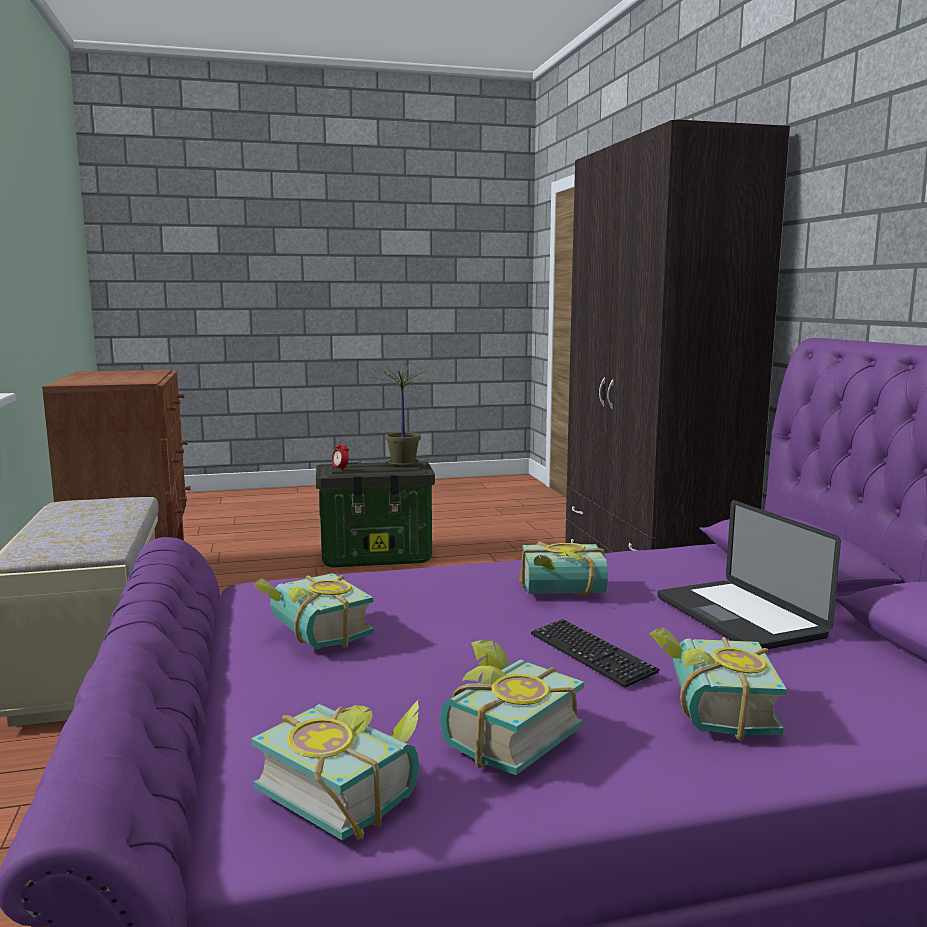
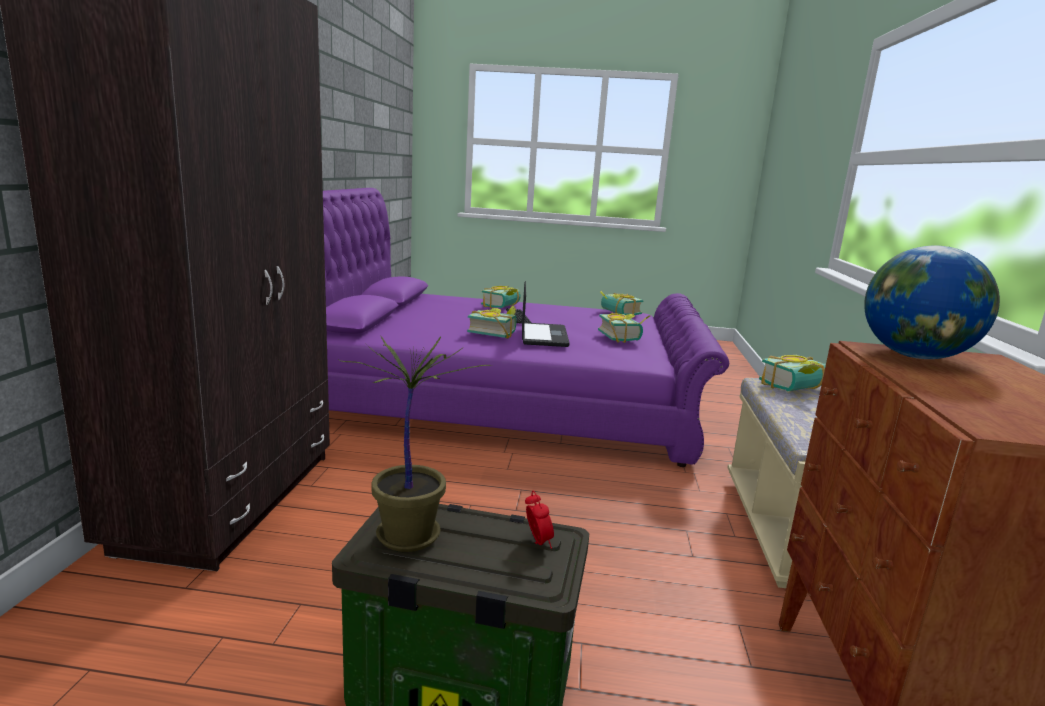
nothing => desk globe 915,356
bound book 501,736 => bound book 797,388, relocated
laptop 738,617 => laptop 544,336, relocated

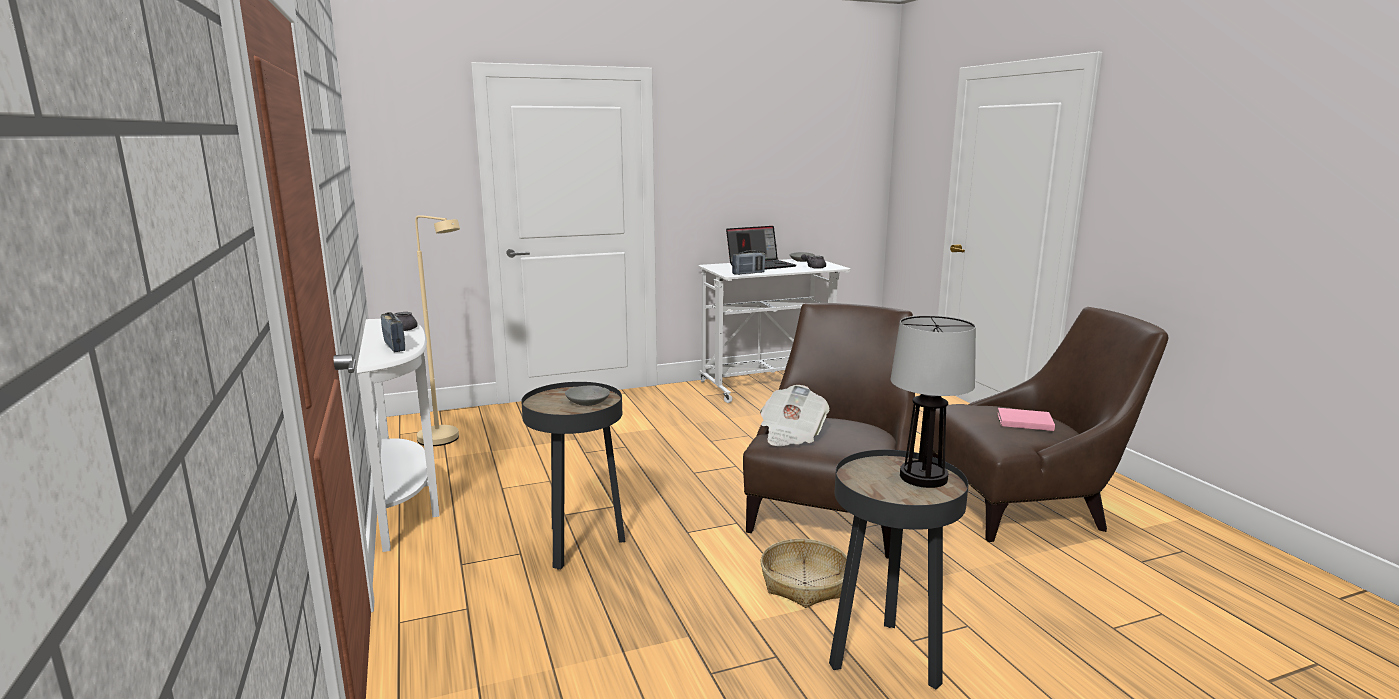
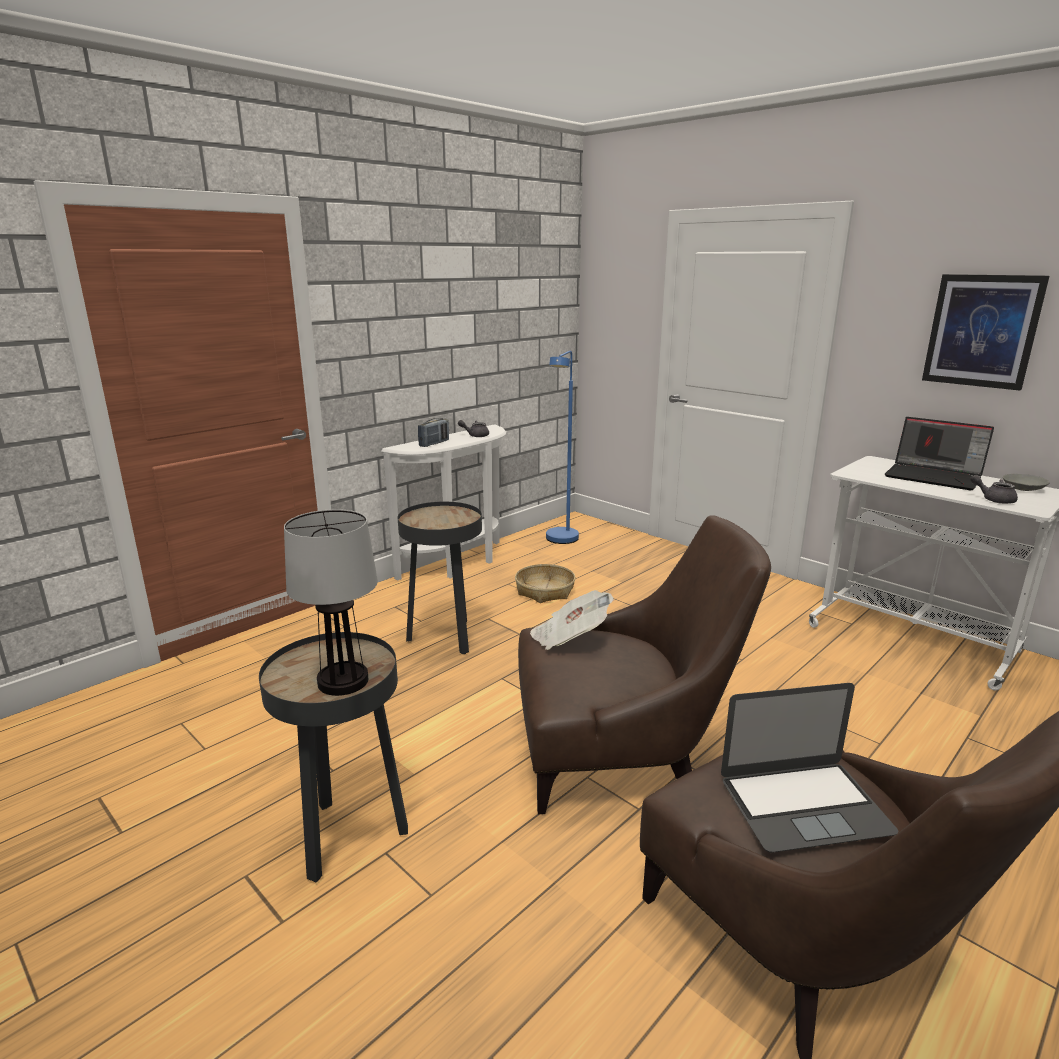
bowl/greyish 588,403 => nothing
radio 748,273 => nothing
nothing => picture 982,331
storage basket 804,583 => storage basket 544,591, relocated
bound book/pink-coloured 1023,421 => laptop 804,805
standing lamp/beige 446,441 => standing lamp/blue-coloured 561,541

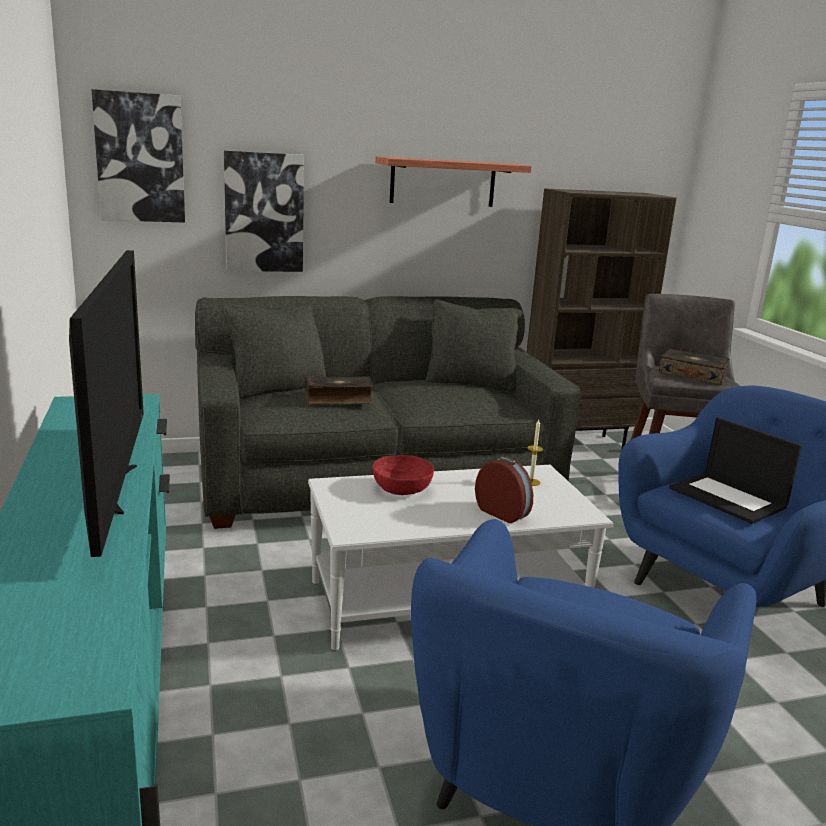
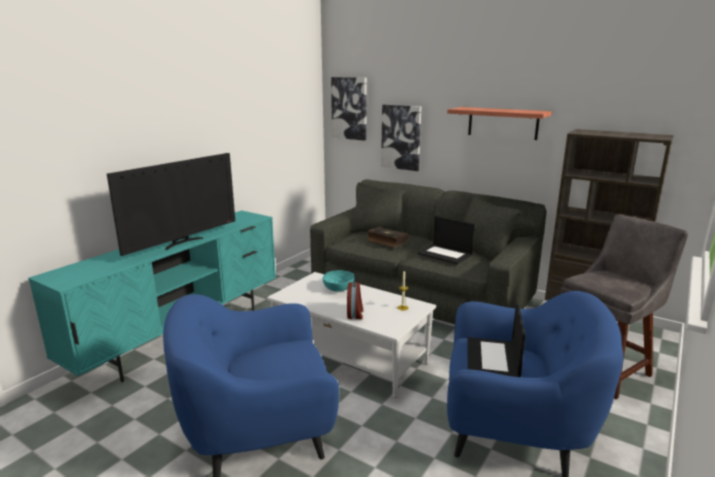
bound book 692,375 => nothing
nothing => laptop 445,254
bowl/reddish 401,488 => bowl/turquoise 338,288

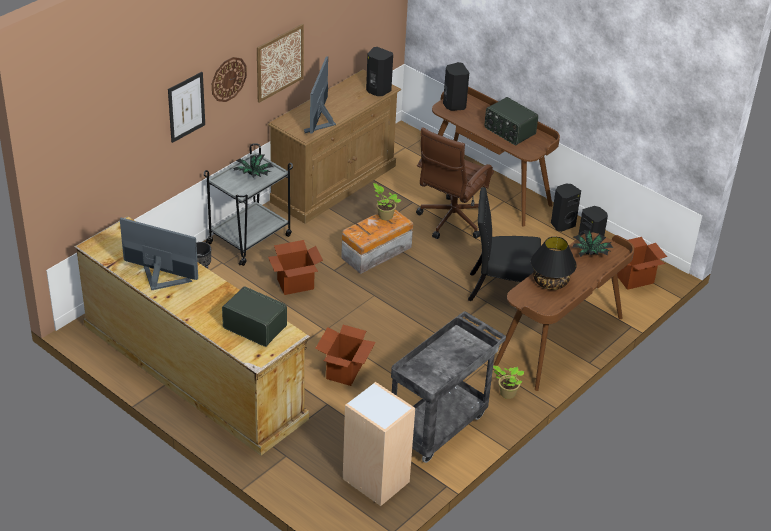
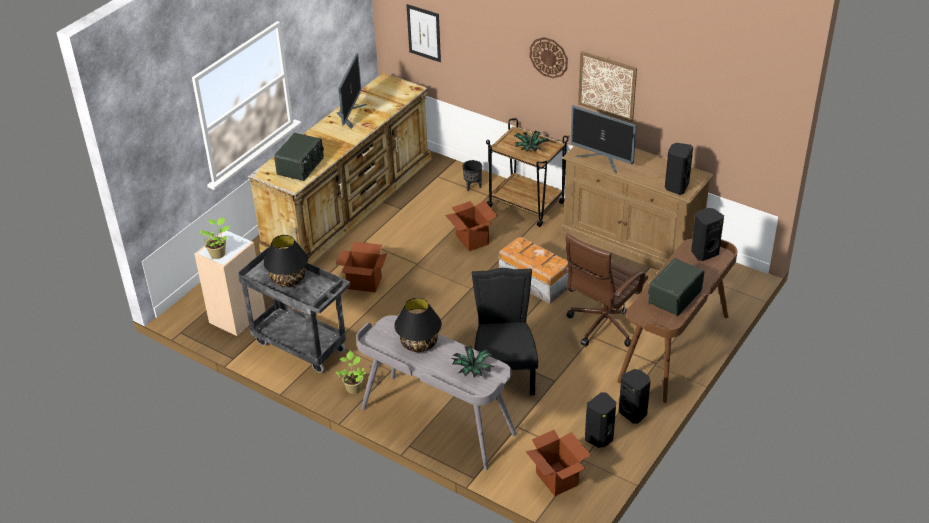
nothing => tabletop lamp/blackish 288,279
picture 186,107 => picture 424,33, relocated
houseplant 384,215 => houseplant 218,253, relocated
wheeled cart/greyish 250,239 => wheeled cart/brownish 526,205
desk/brownish 560,341 => desk/greyish 436,422
monitor 321,122 => monitor 602,160, 150 degrees counterclockwise
desk chair/brownish 450,222 => desk chair/brownish 602,327, 75 degrees counterclockwise

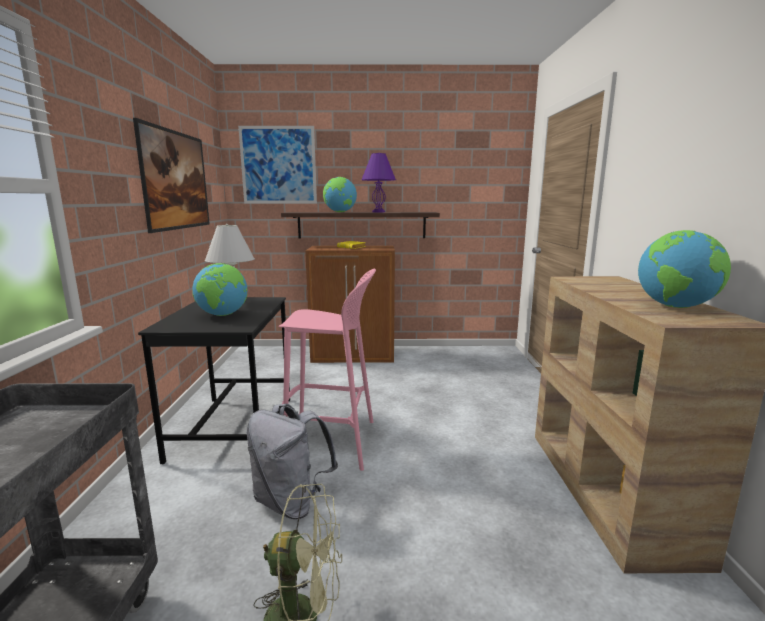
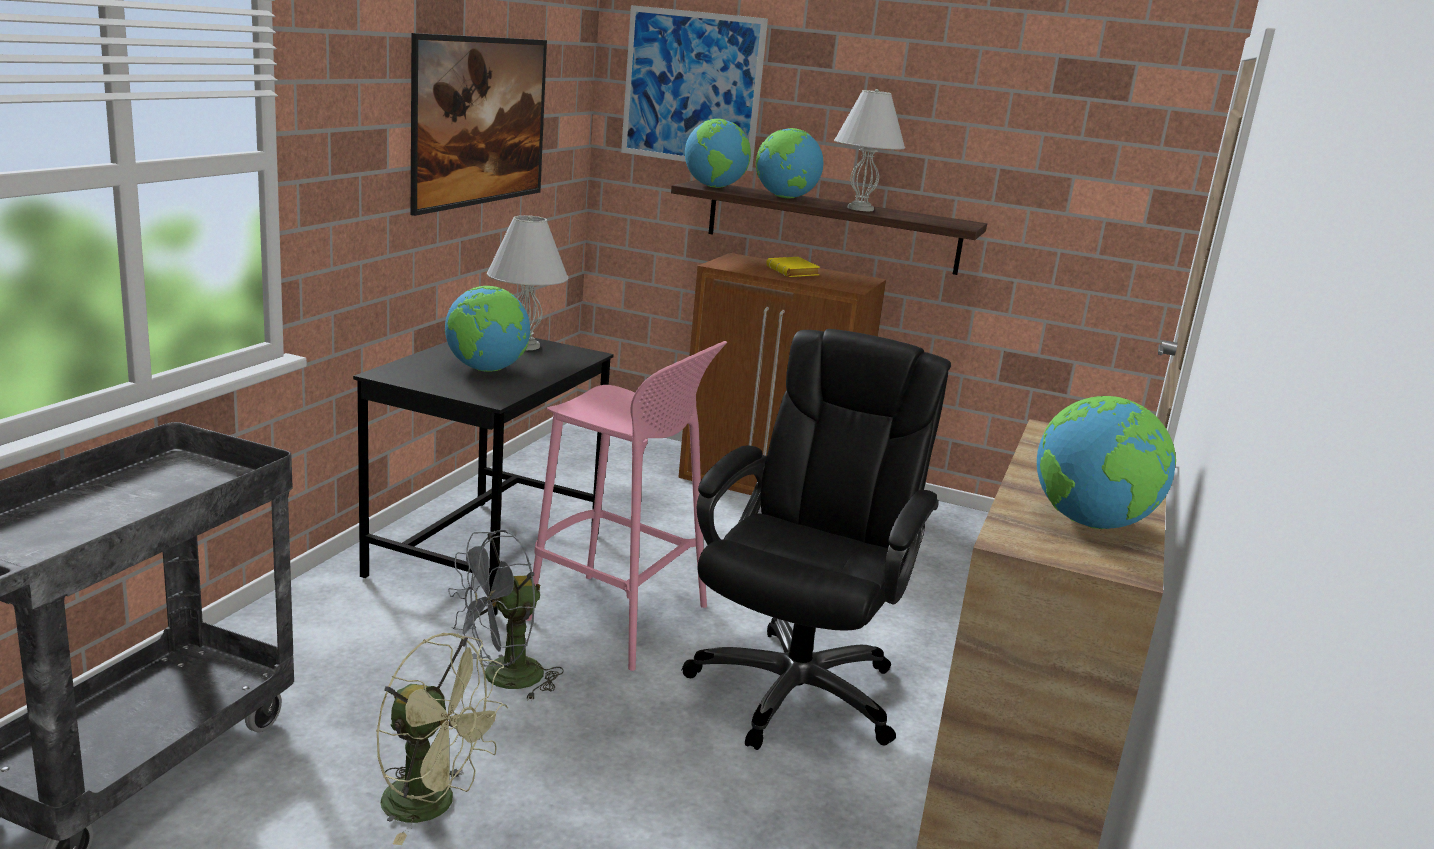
nothing => desk chair/blackish 795,691
nothing => desk globe 714,187
rucksack/greyish 291,502 => electric fan/greyish 502,679
tabletop lamp/purplish 378,212 => tabletop lamp/white-coloured 860,208

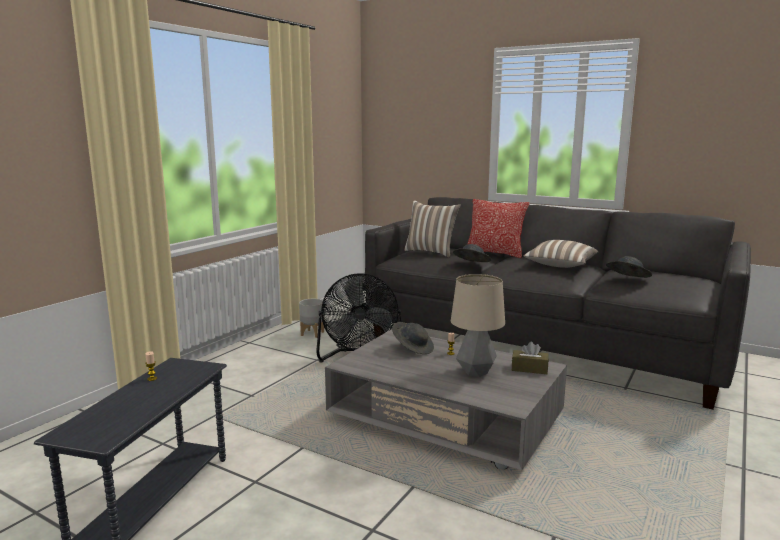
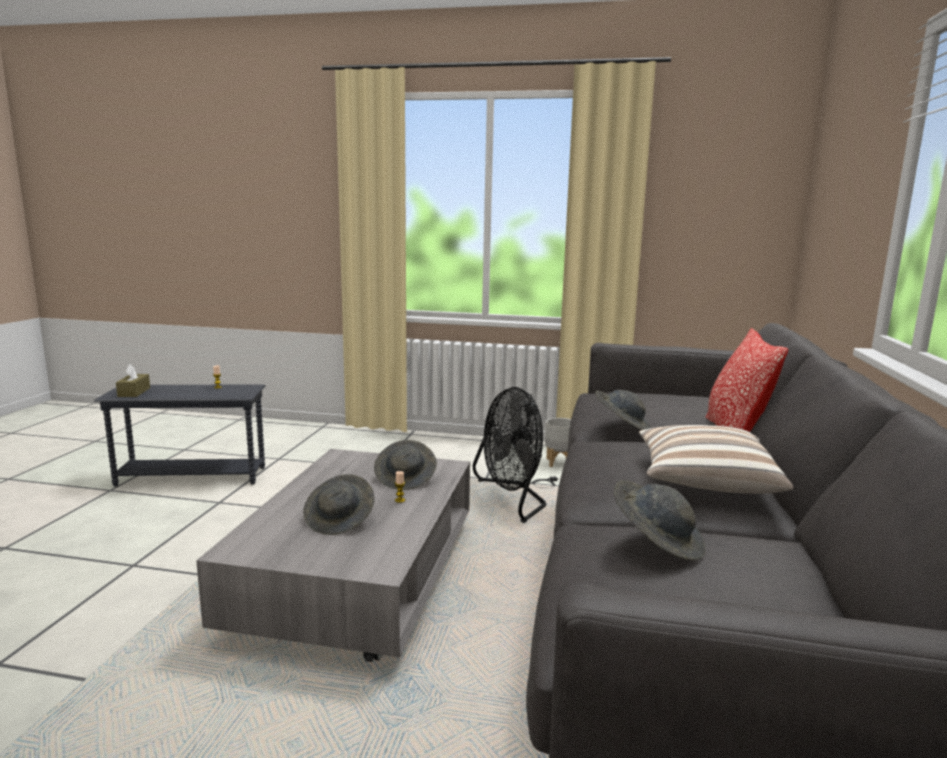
cushion 431,252 => nothing
box of tissues/brownish 529,369 => box of tissues/brownish 134,392, relocated
tabletop lamp 476,372 => hat/greyish 340,520

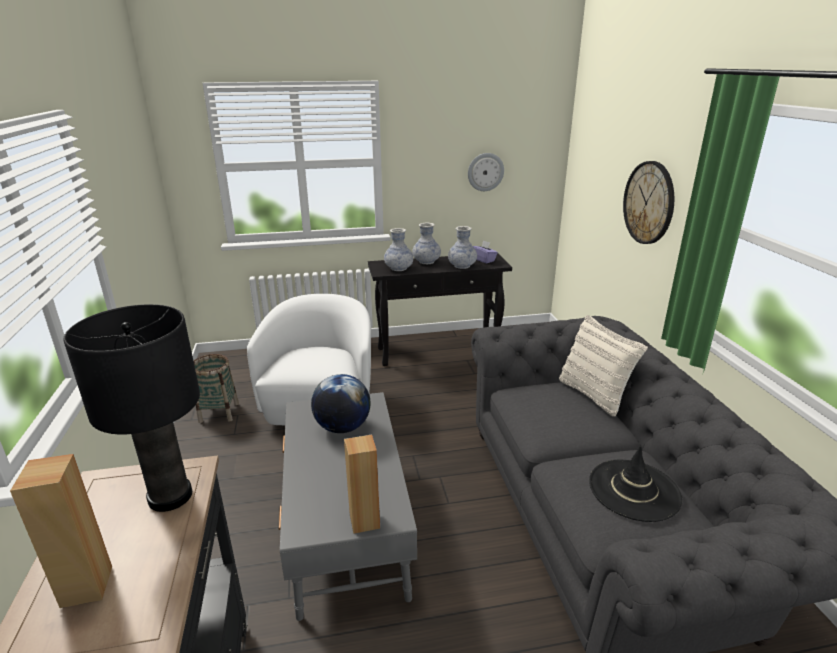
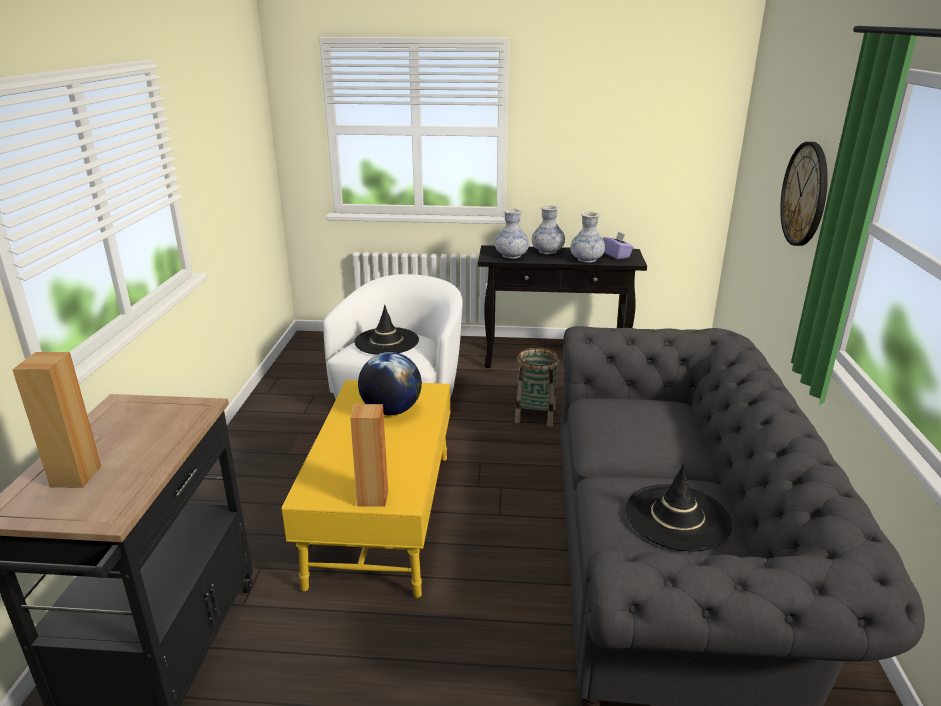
tabletop lamp/blackish 170,496 => nothing
hanging clock 485,172 => nothing
cushion/beige 594,396 => nothing
nothing => hat/blackish 386,341
storage basket 219,412 => storage basket 535,415, relocated
low table/greyish 347,526 => low table/yellowish 383,517

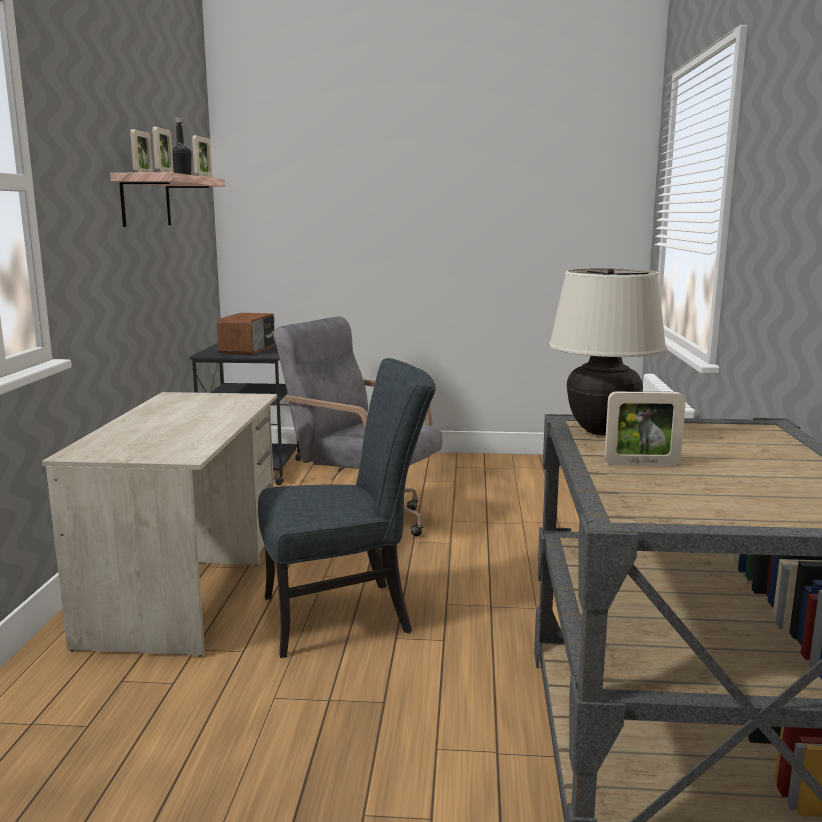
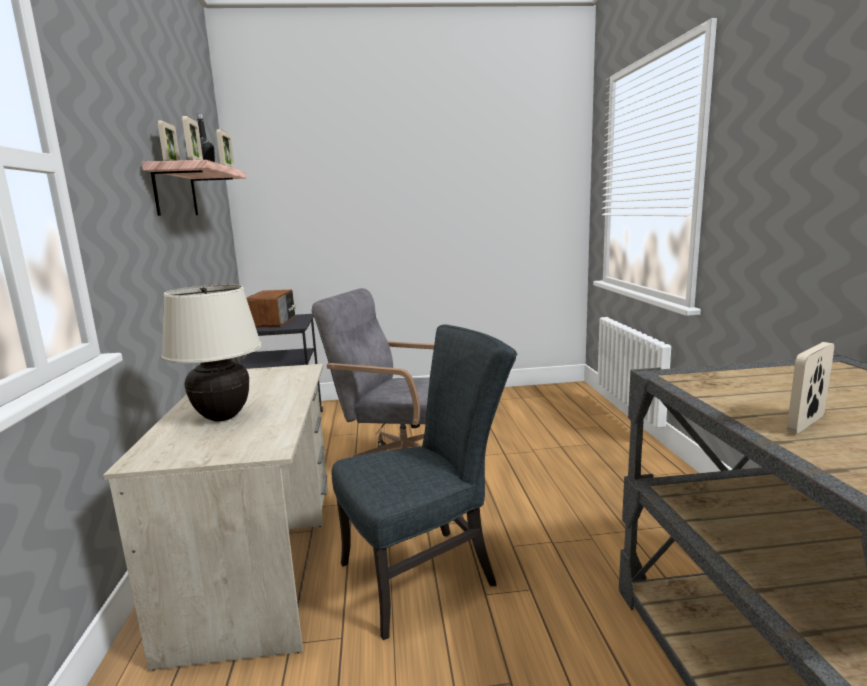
tabletop lamp/beige 601,432 => tabletop lamp/beige 222,417, relocated
photo frame 641,464 => photo frame 806,423, 150 degrees clockwise

